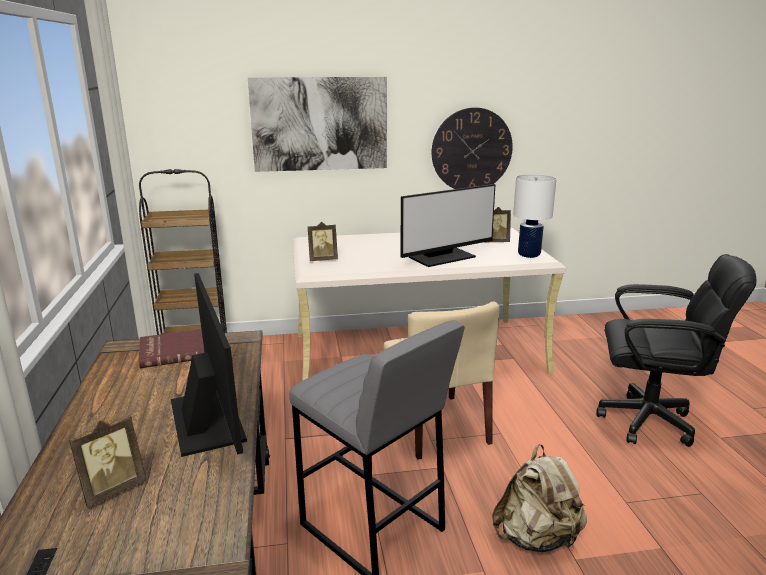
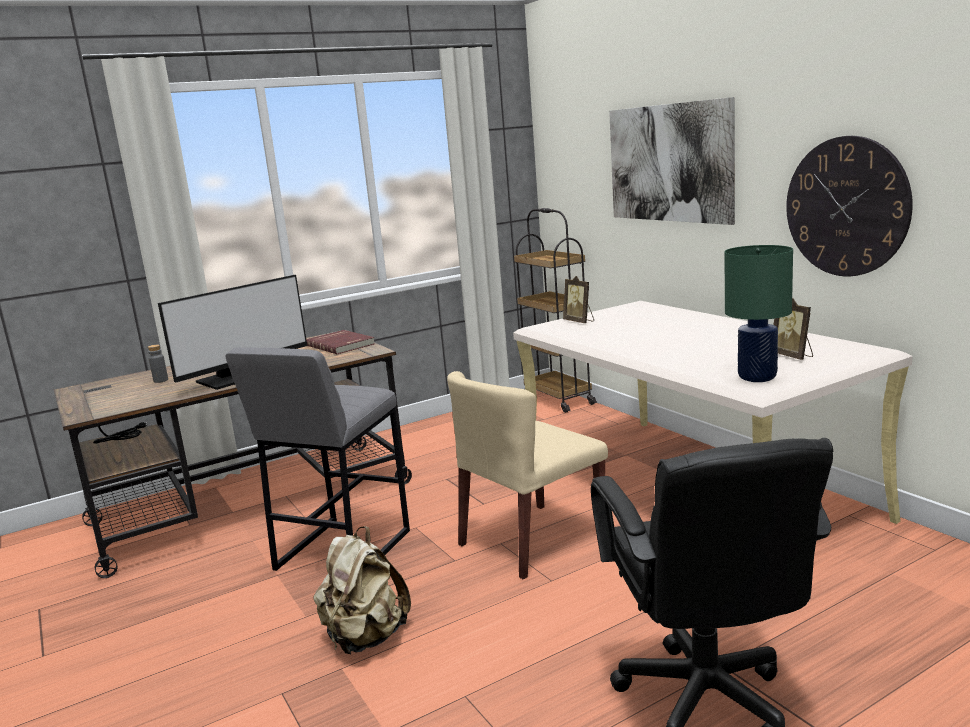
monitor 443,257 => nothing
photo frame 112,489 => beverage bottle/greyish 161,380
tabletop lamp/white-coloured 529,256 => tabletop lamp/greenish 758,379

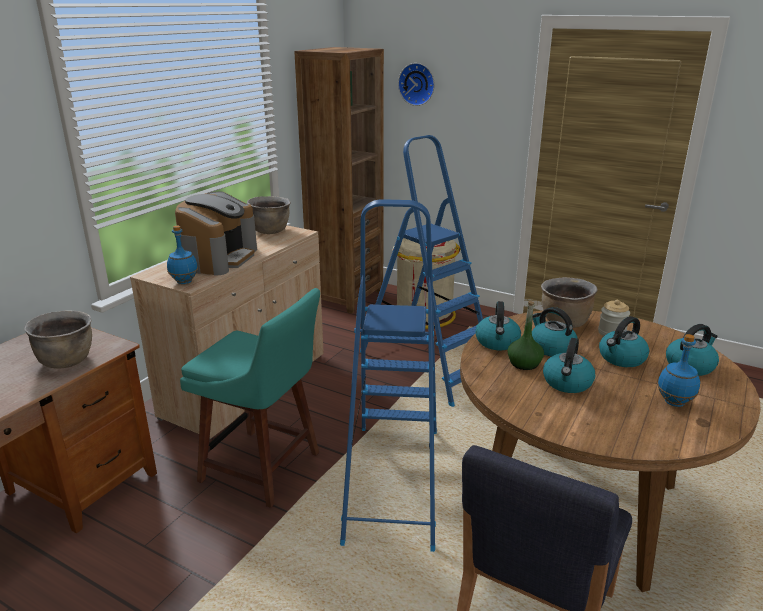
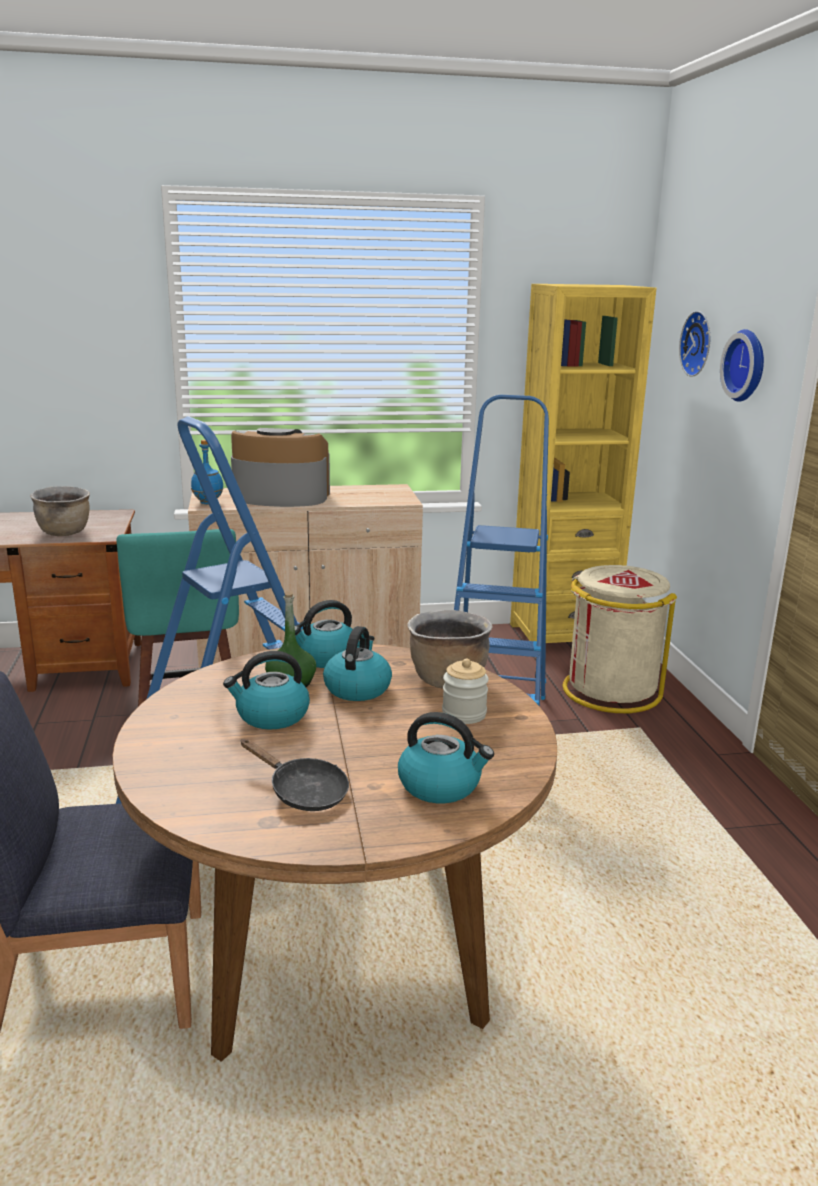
stockpot/brownish 270,231 => nothing
water kettle 621,358 => nothing
nothing => hanging clock 747,365
beverage bottle/blue-coloured 674,403 => skillet/blackish 303,792
shelving unit/brownish 346,296 => shelving unit/yellowish 562,636
coffee maker 218,258 => coffee maker 280,497, 150 degrees counterclockwise

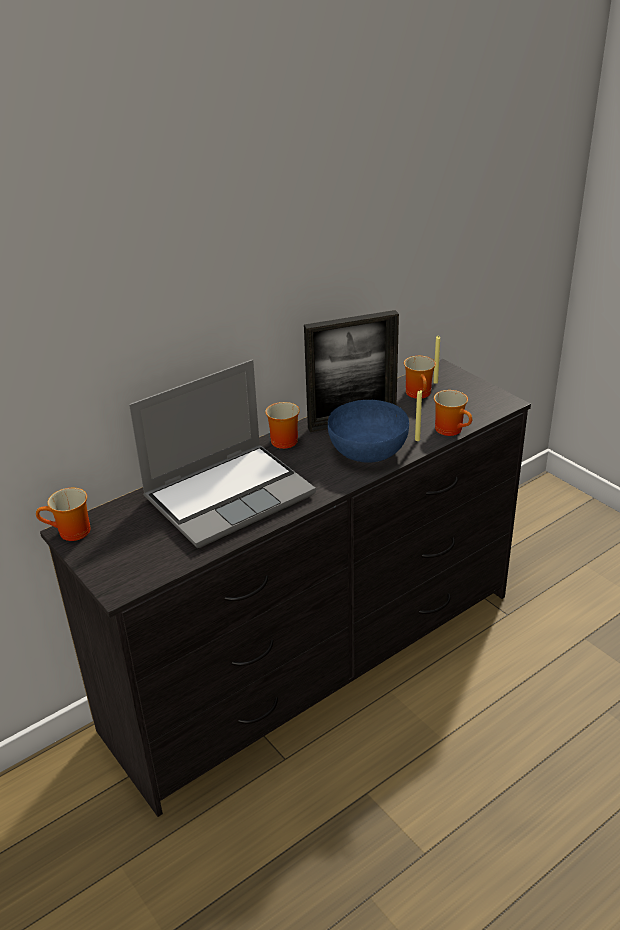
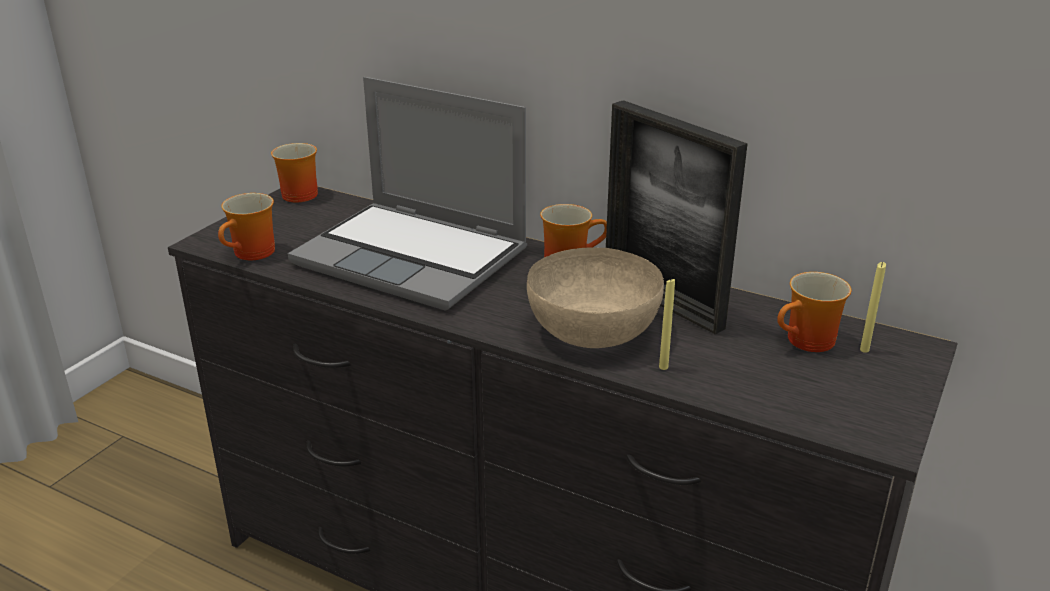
mug 452,429 => mug 253,254, relocated
bowl/blue-coloured 369,451 => bowl/beige 592,331

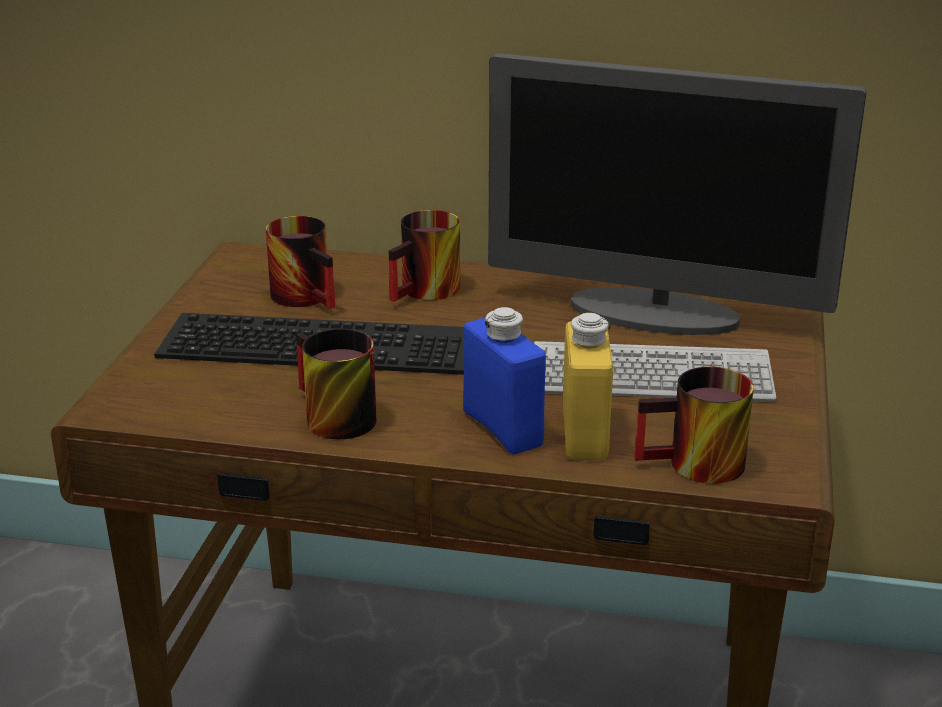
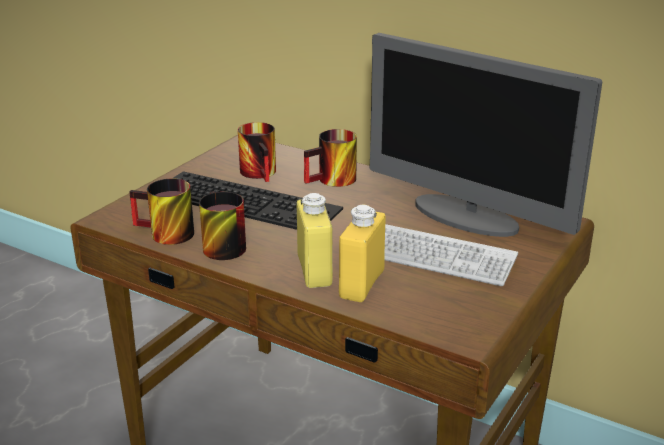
mug 695,467 => mug 164,235, relocated
beverage bottle/blue-coloured 502,428 => beverage bottle/yellowish 314,271

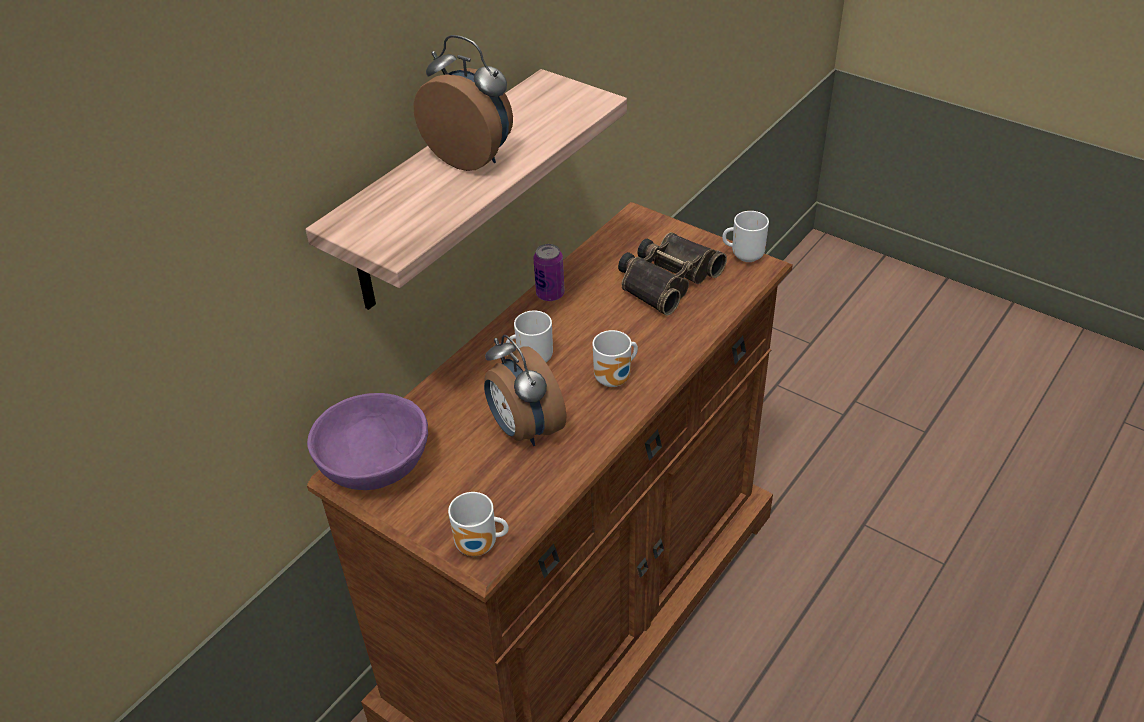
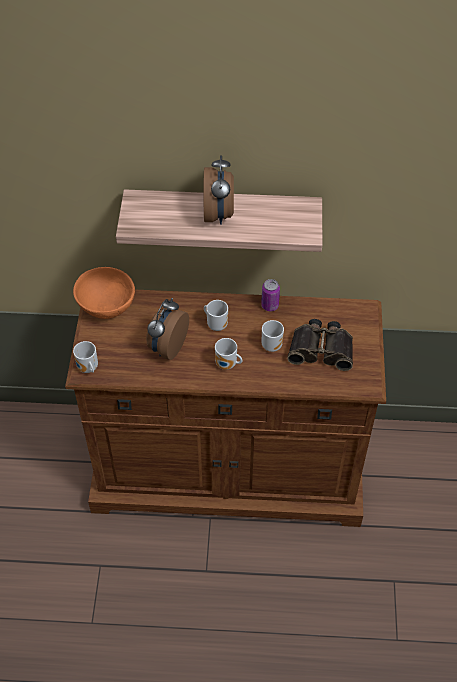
mug 745,255 => mug 271,344, relocated
bowl/purplish 374,467 => bowl/orangey 107,305

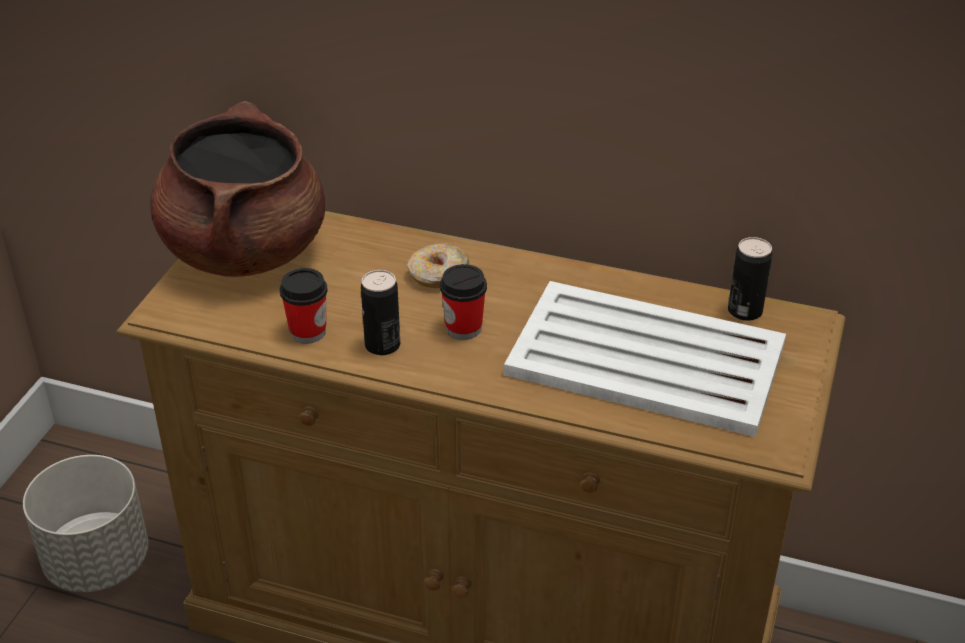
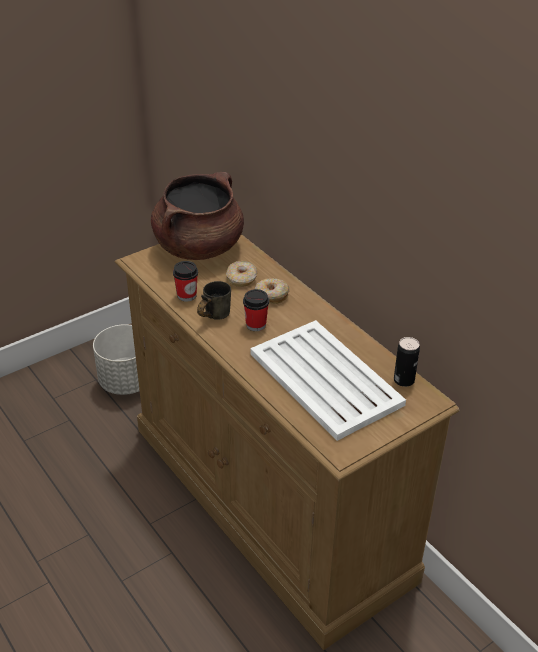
nothing => doughnut 241,279
can 382,345 => mug/greyish 211,316

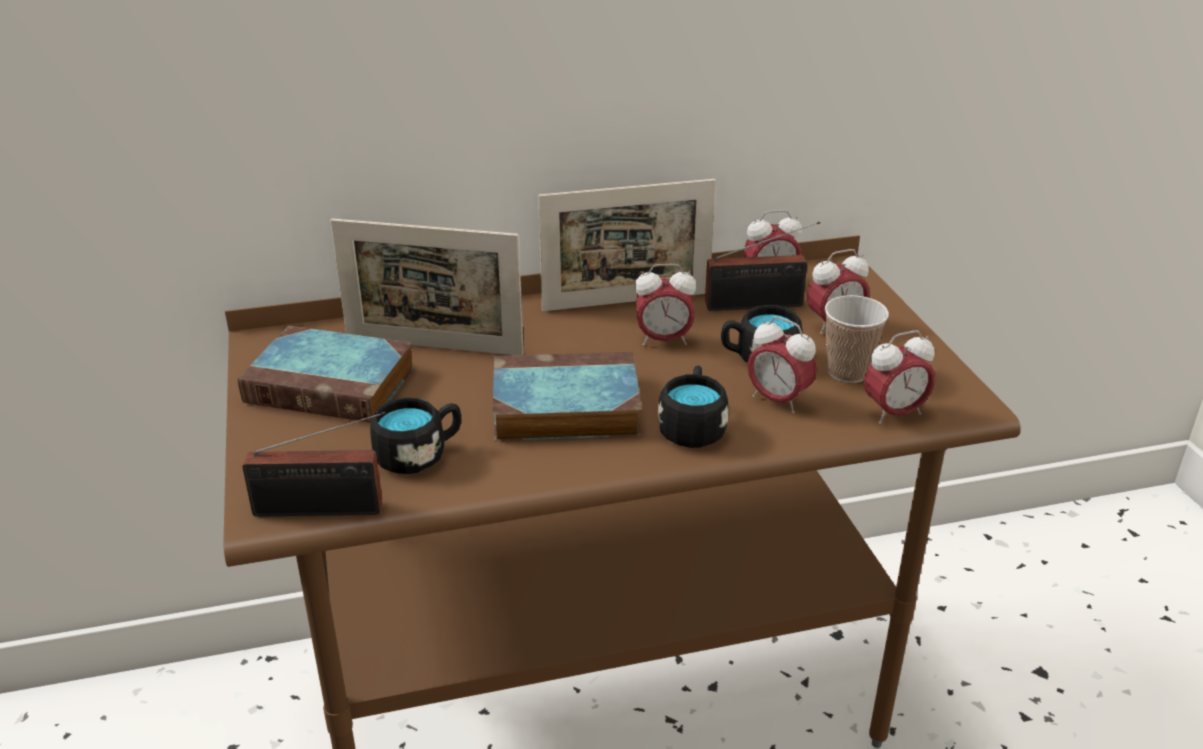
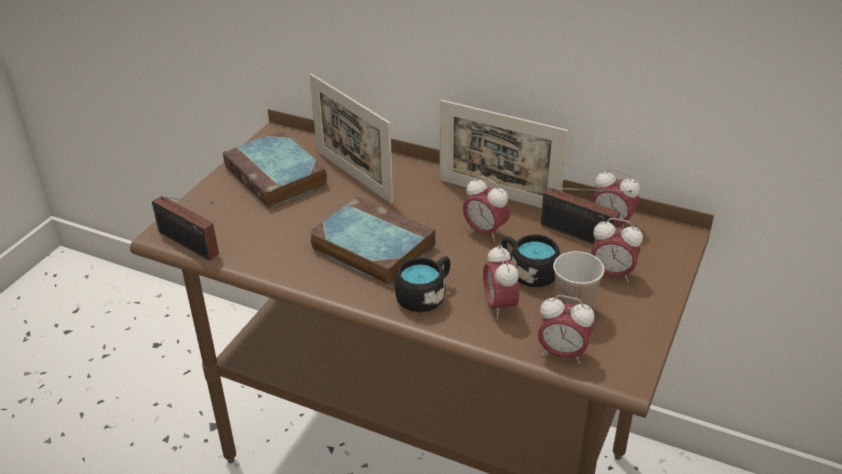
mug/blackish 419,455 => nothing

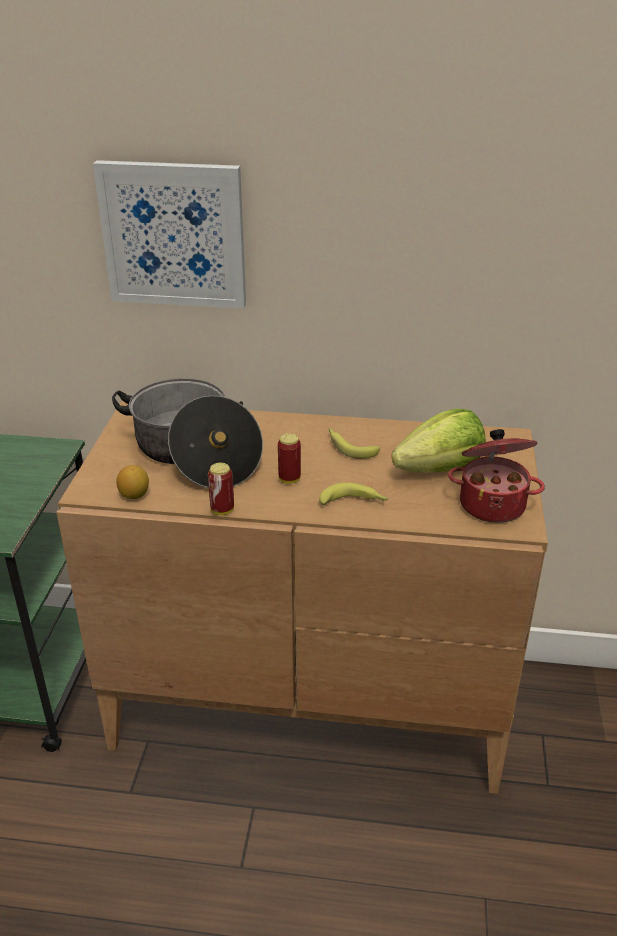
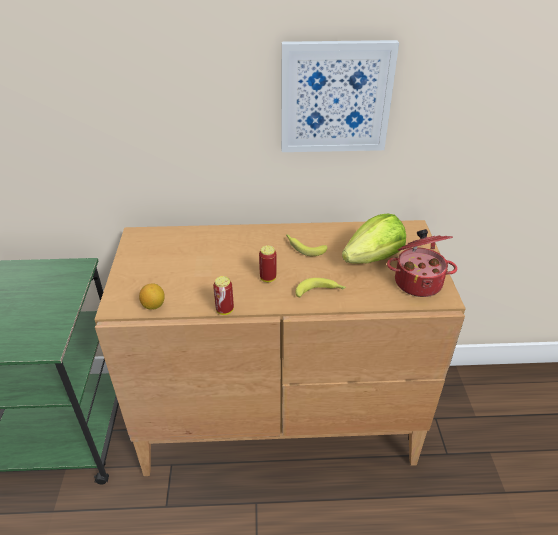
stockpot 193,453 => nothing
picture 174,234 => picture 335,97, relocated

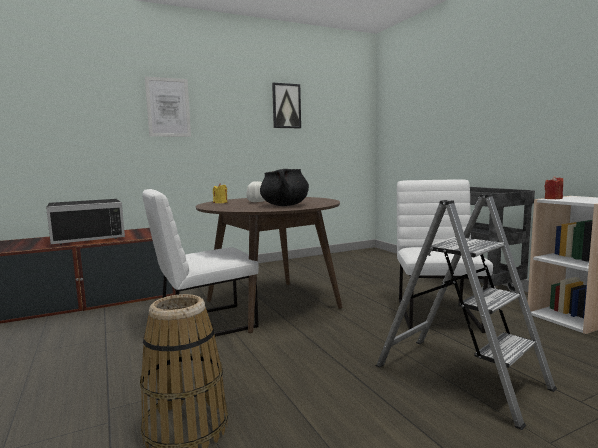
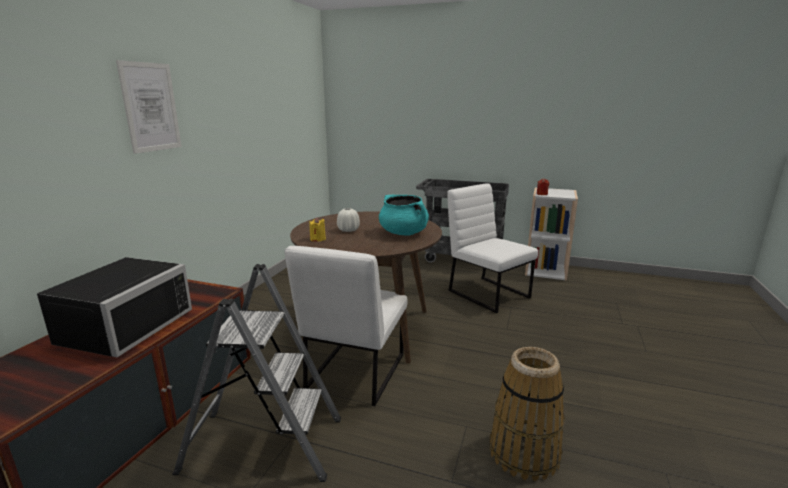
picture 286,106 => nothing
step stool/greyish 458,375 => step stool/greyish 261,443, relocated
stockpot/blackish 285,205 => stockpot/turquoise 404,233

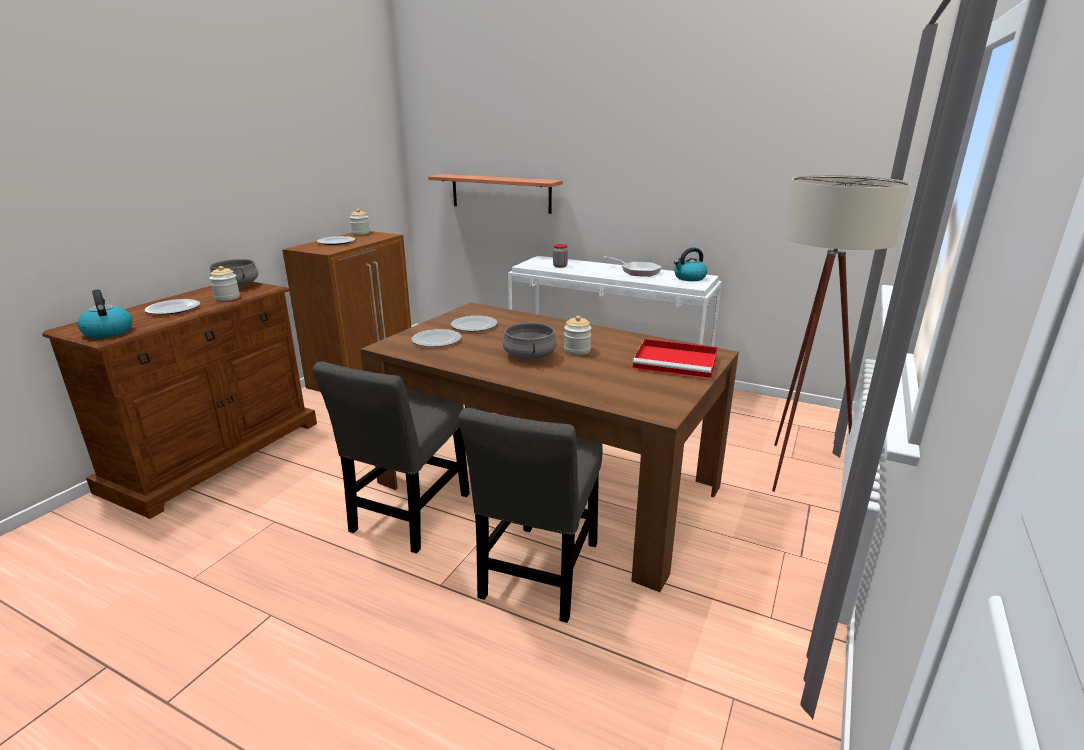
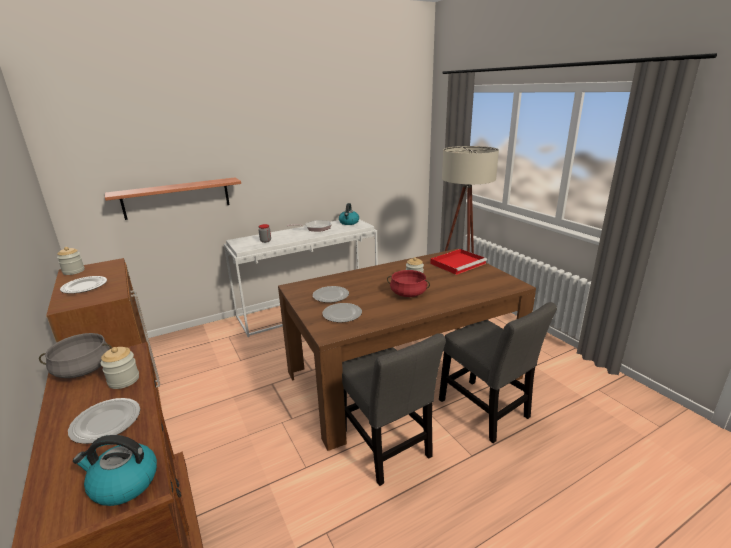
stockpot/greyish 529,356 => stockpot/reddish 408,294

